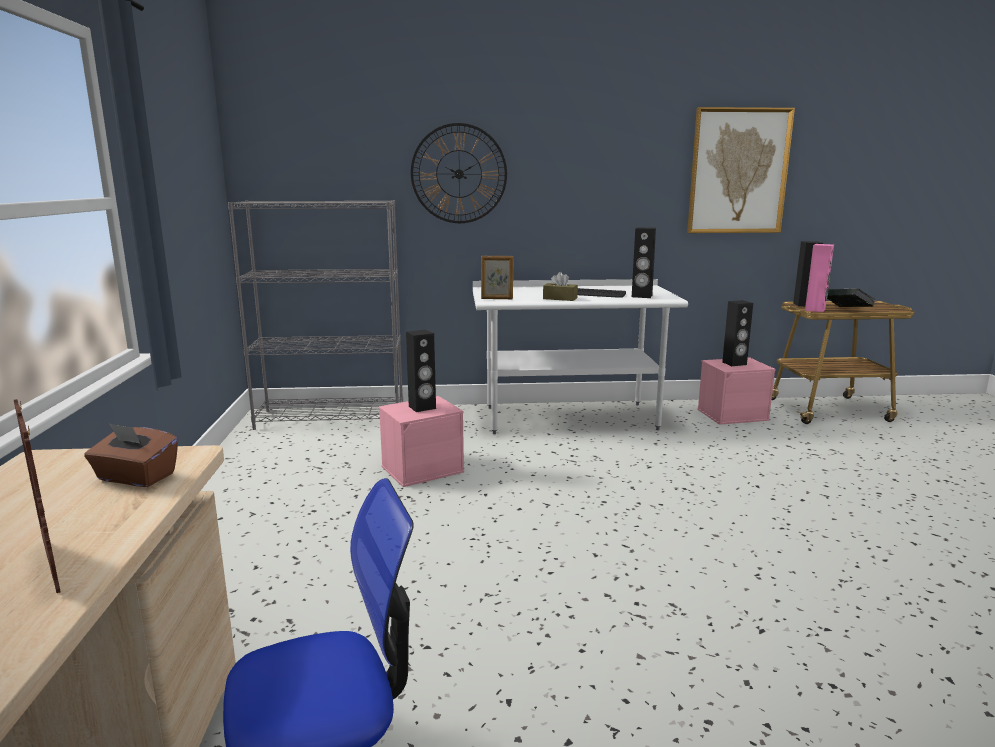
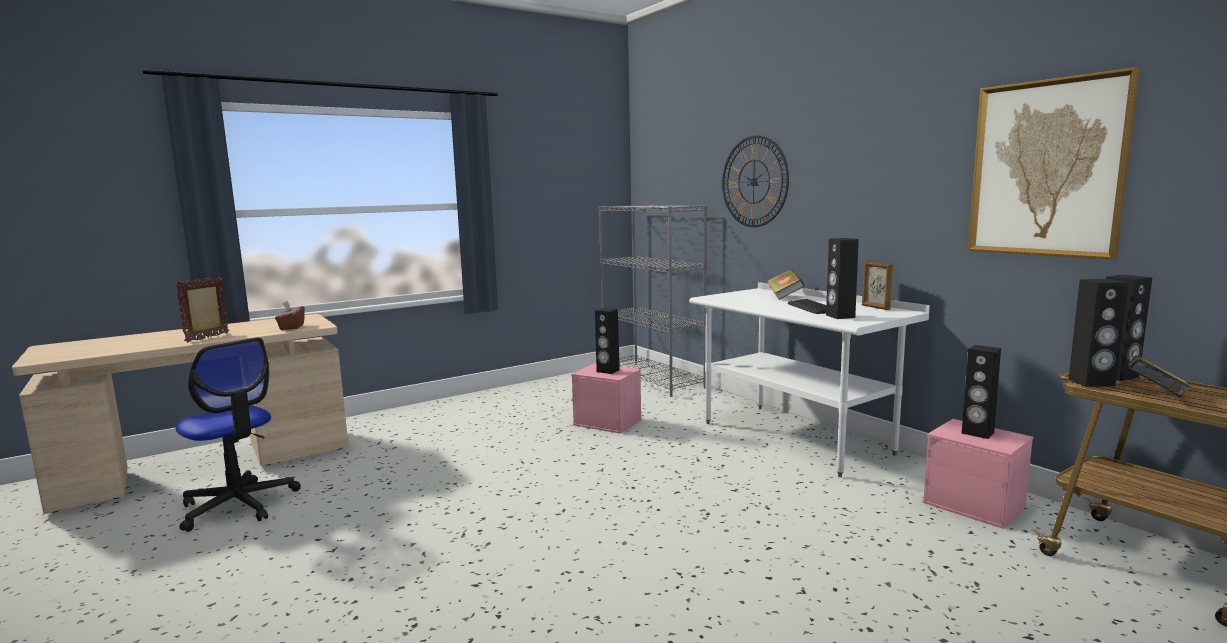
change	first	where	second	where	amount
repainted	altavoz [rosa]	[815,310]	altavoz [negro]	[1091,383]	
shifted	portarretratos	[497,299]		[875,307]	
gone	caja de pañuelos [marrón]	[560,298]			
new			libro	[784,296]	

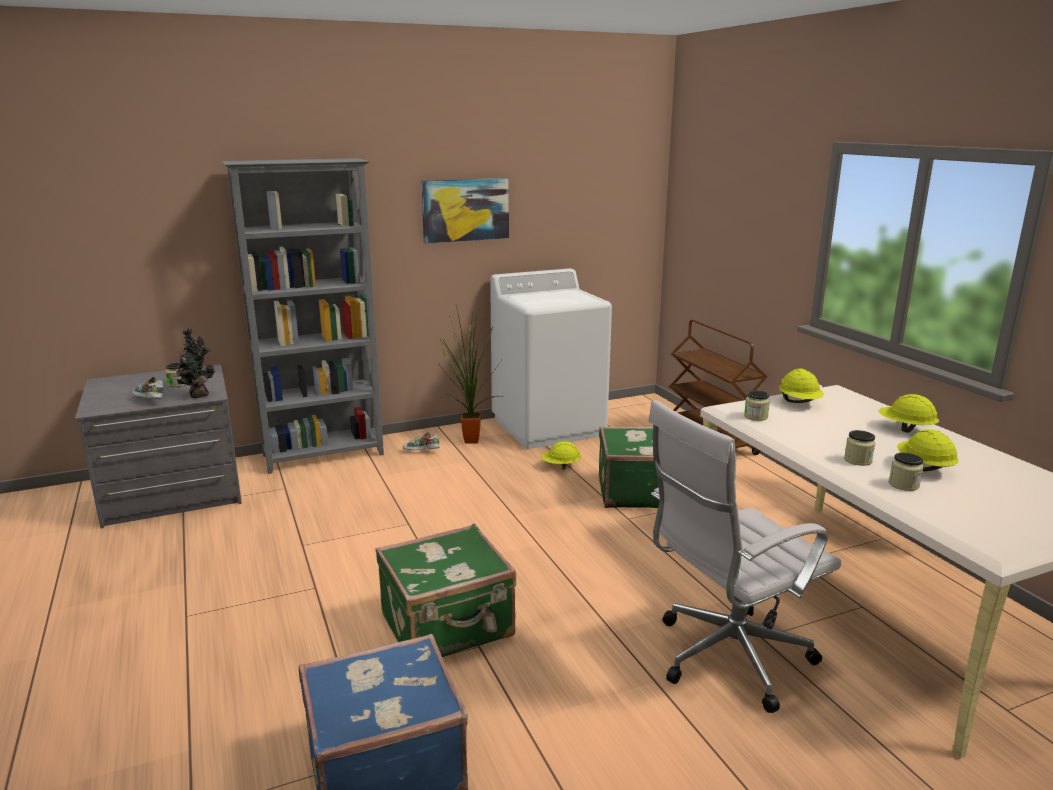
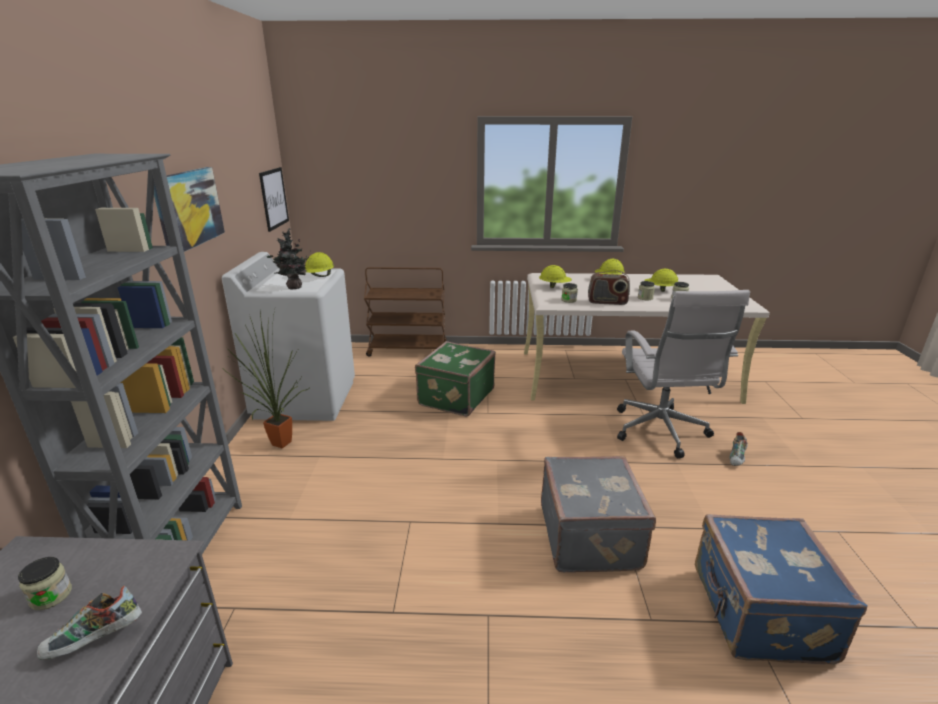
change	first	where	second	where	amount
shifted	planta en maceta	[198,395]		[293,287]	
shifted	zapato	[421,452]		[737,458]	
shifted	casco [amarillo]	[561,466]		[319,277]	
repainted	maleta [verde]	[448,627]	maleta [gris]	[591,536]	
new			cuadro	[274,198]	
new			radio	[607,302]	

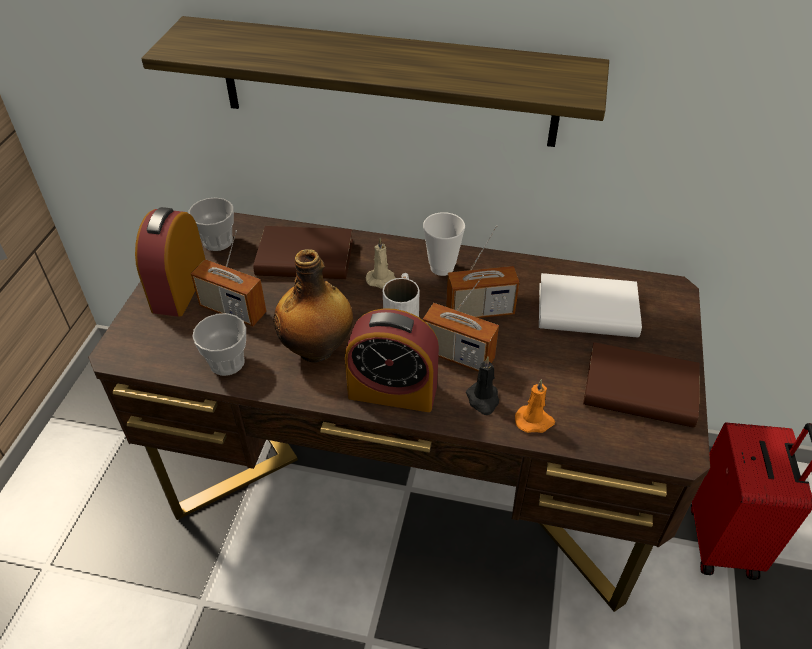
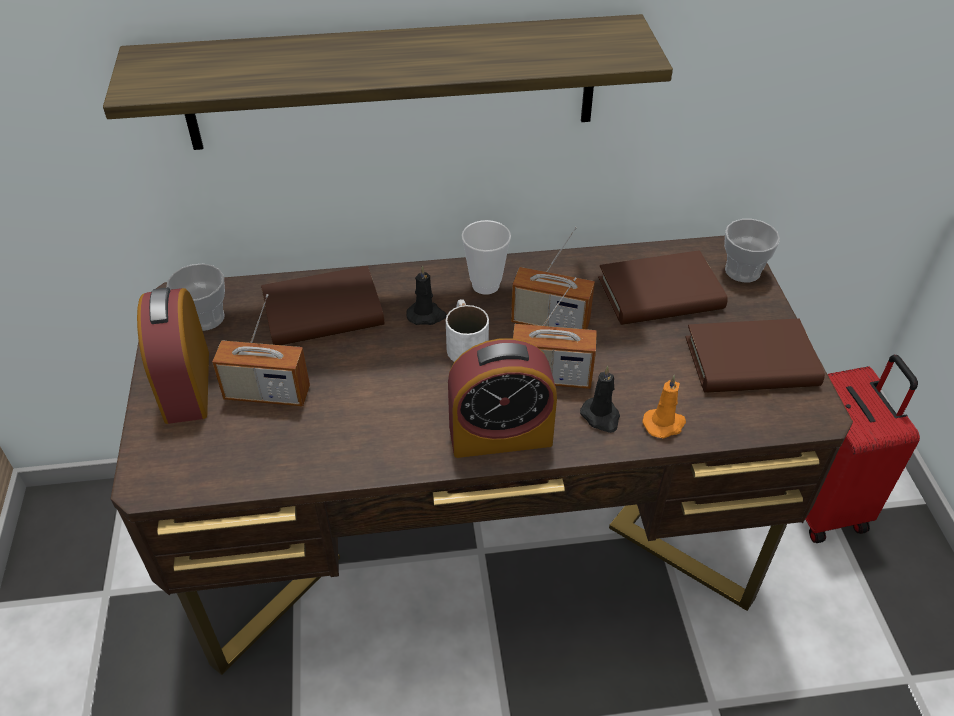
change	first	where	second	where	amount
rotated	radio	[480,311]		[550,322]	45 degrees clockwise
repainted	vela [beis]	[382,280]	vela [negro]	[426,315]	
gone	botella	[317,349]			
repainted	libro [blanco]	[587,311]	libro [marrón]	[660,294]	
shifted	taza	[227,362]		[742,271]	

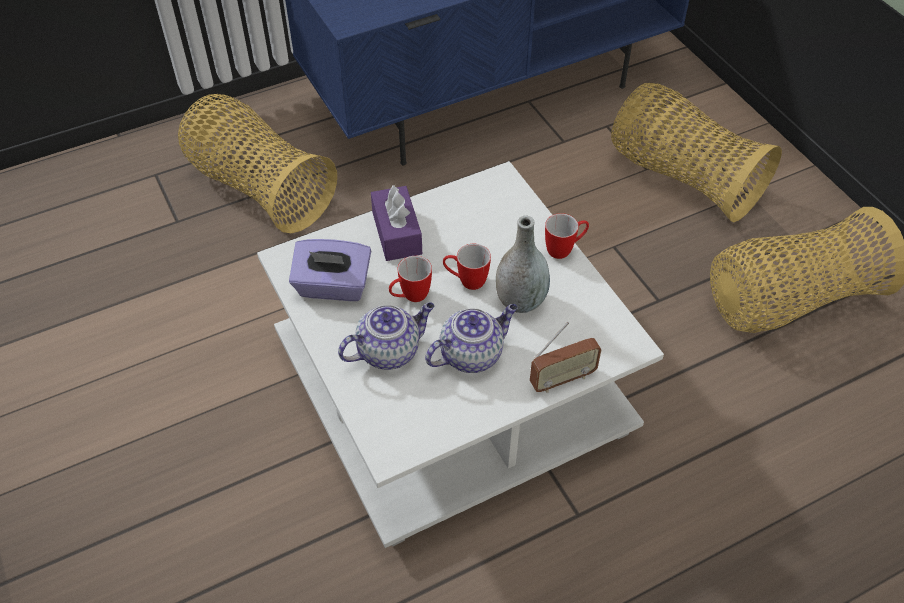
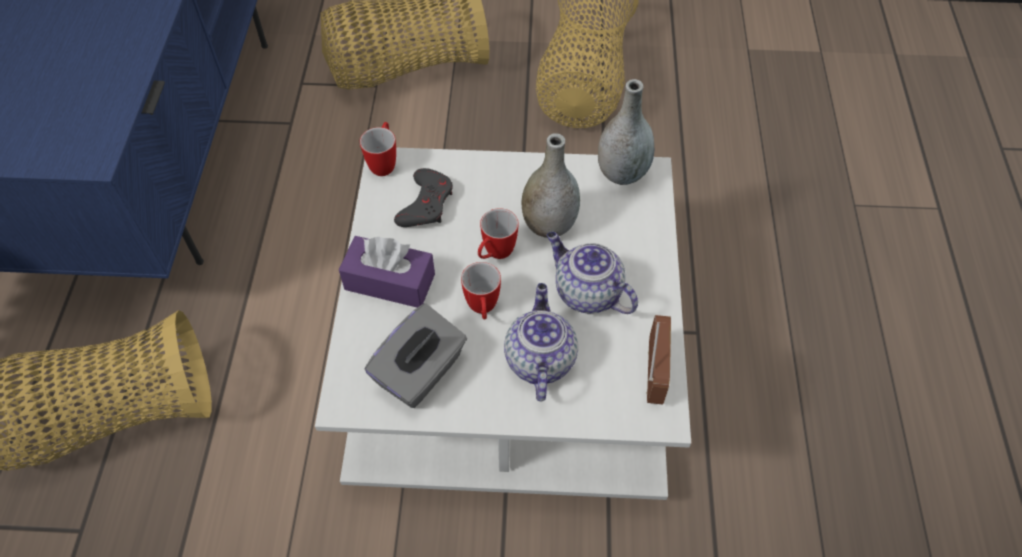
change	first	where	second	where	amount
shifted	taza grande	[564,249]		[384,162]	
repainted	caja de pañuelos [morado]	[333,287]	caja de pañuelos [gris]	[421,372]	
rotated	tetera	[472,354]		[586,292]	45 degrees counterclockwise
shifted	radio	[562,379]		[653,373]	
new			florero [gris]	[622,173]	
new			mando de consola [gris]	[426,204]	

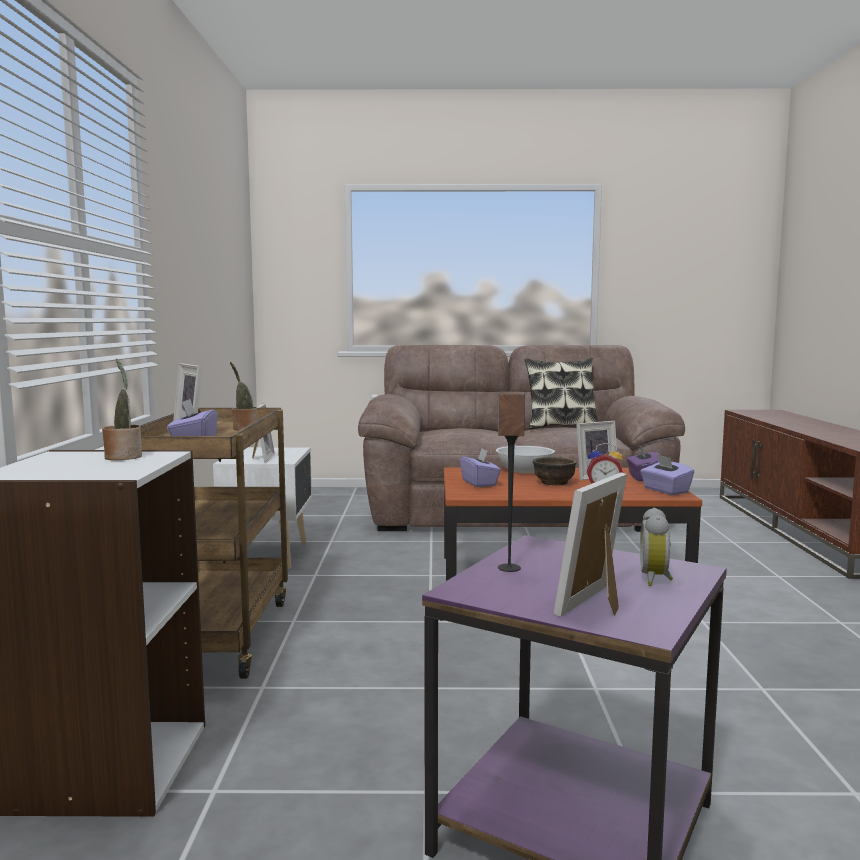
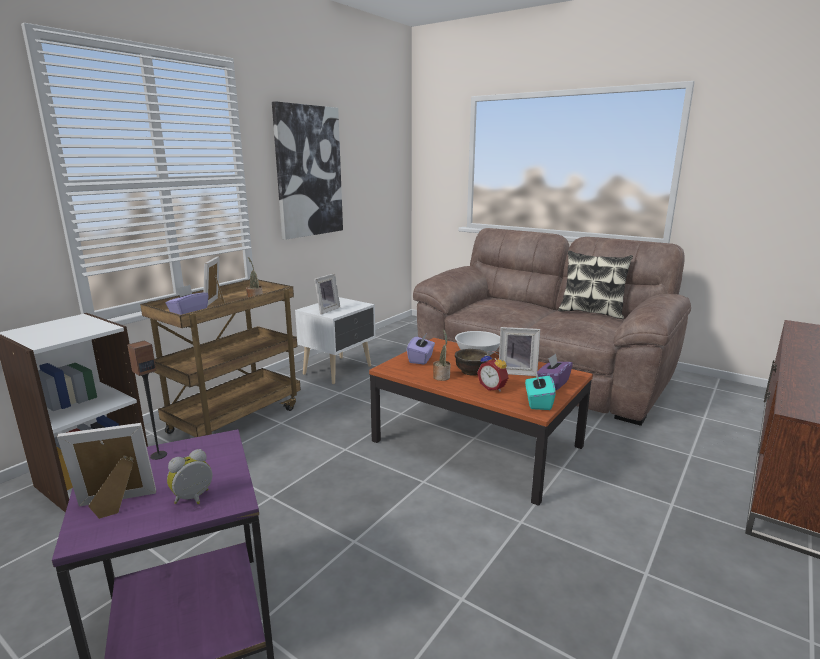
change	first	where	second	where	amount
shifted	planta en maceta	[123,456]		[441,376]	
repainted	caja de pañuelos [morado]	[665,490]	caja de pañuelos [turquesa]	[538,402]	
new			cuadro	[308,172]	

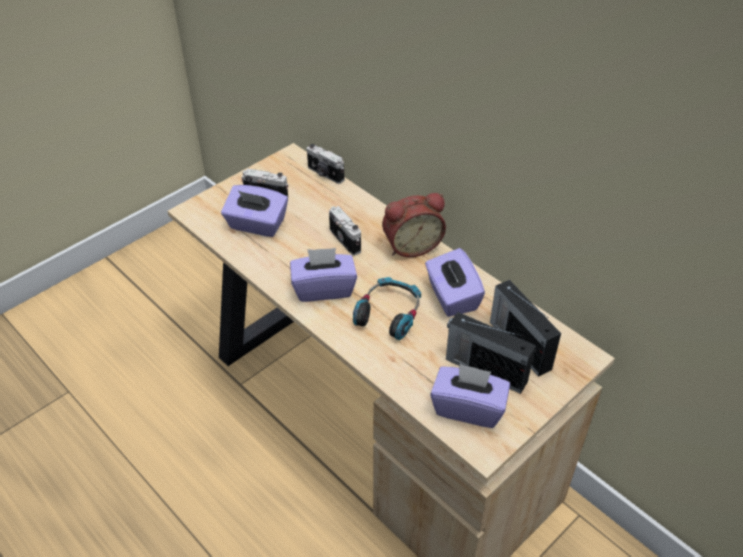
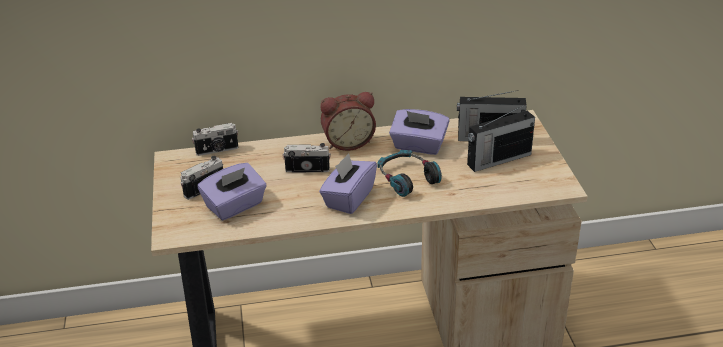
change	first	where	second	where	amount
rotated	despertador	[411,245]		[348,142]	60 degrees clockwise
gone	caja de pañuelos [morado]	[468,408]			

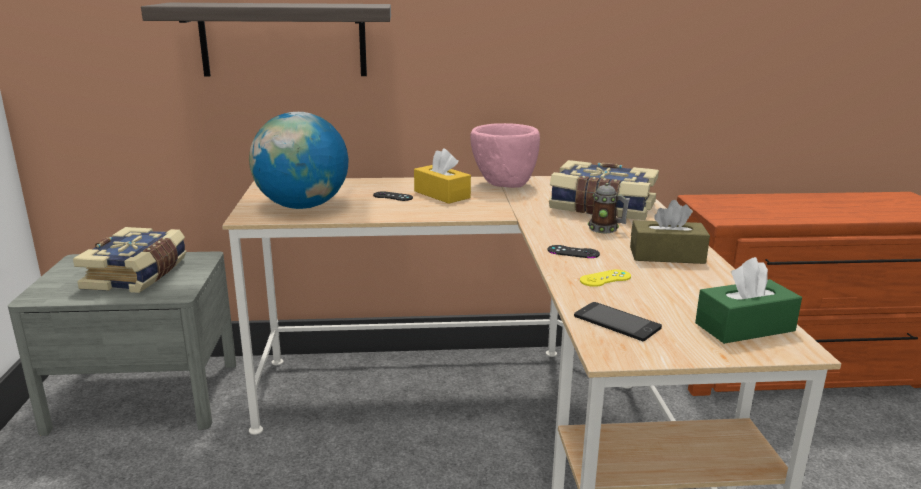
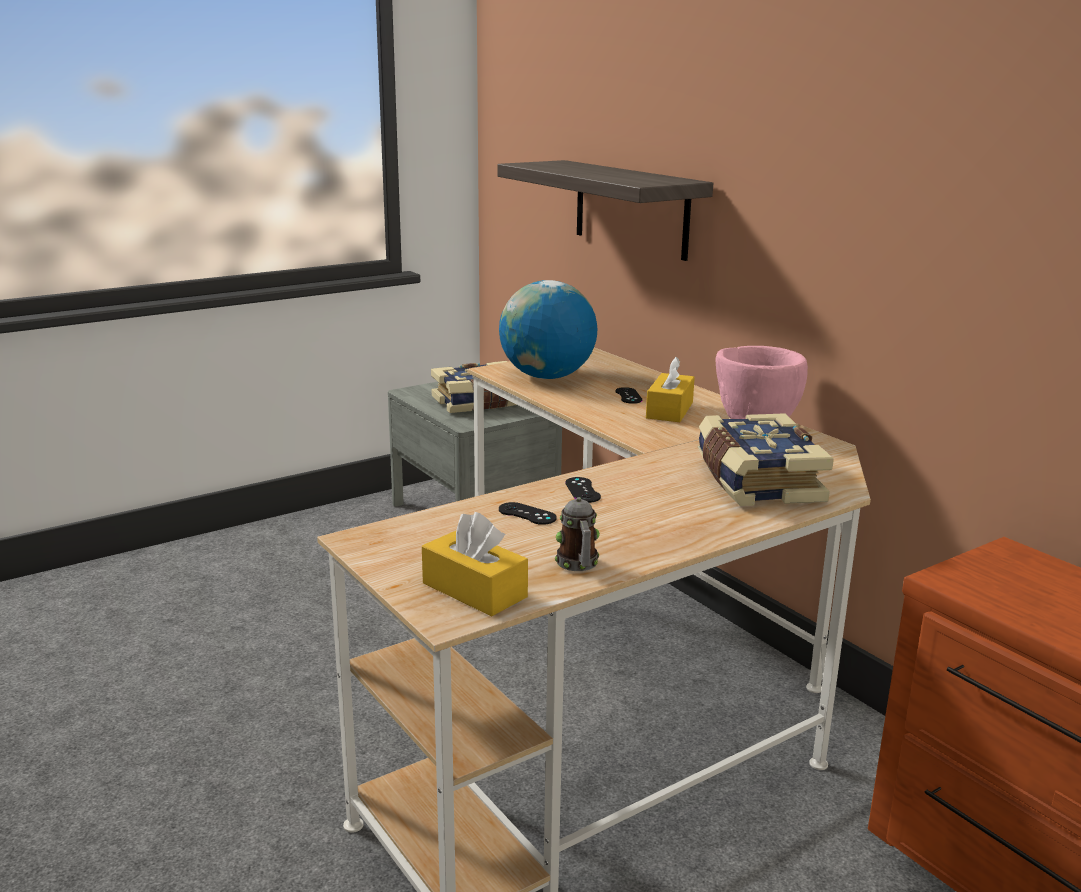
change	first	where	second	where	amount
shifted	taza grande	[606,229]		[578,565]	
gone	caja de pañuelos [marrón]	[666,255]			
repainted	caja de pañuelos [verde]	[744,327]	caja de pañuelos [amarillo]	[474,590]	
repainted	mando de consola [amarillo]	[605,278]	mando de consola [negro]	[527,514]	
gone	móvil	[616,322]			

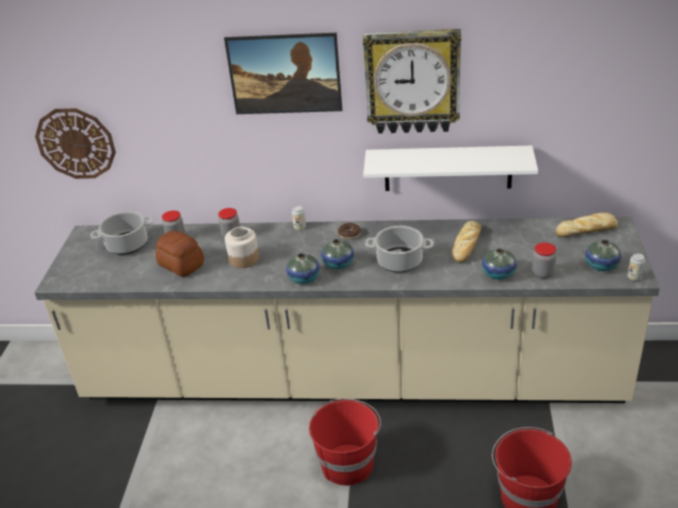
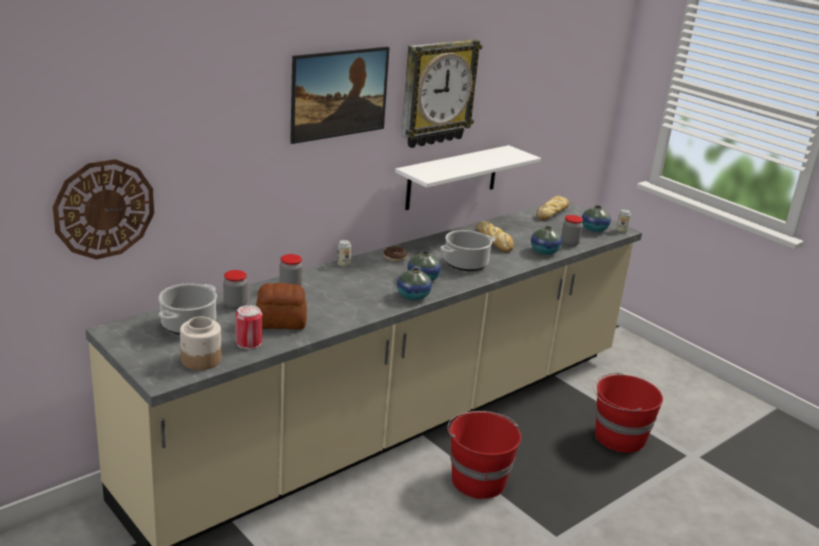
change	first	where	second	where	amount
shifted	tarro	[243,259]		[201,360]	
new			lata	[248,342]	

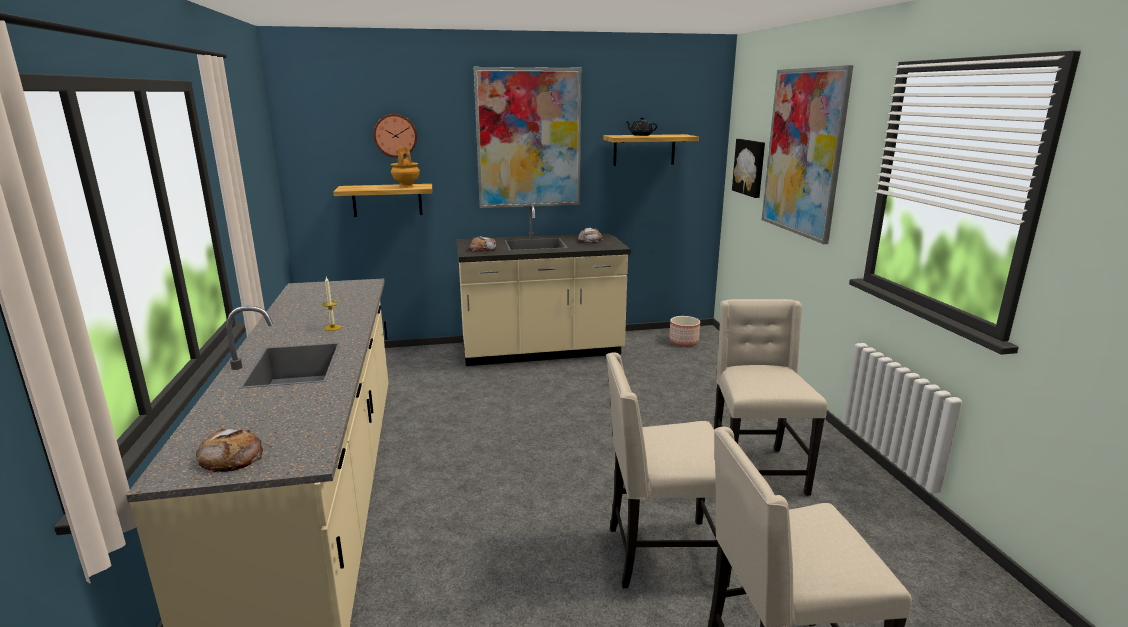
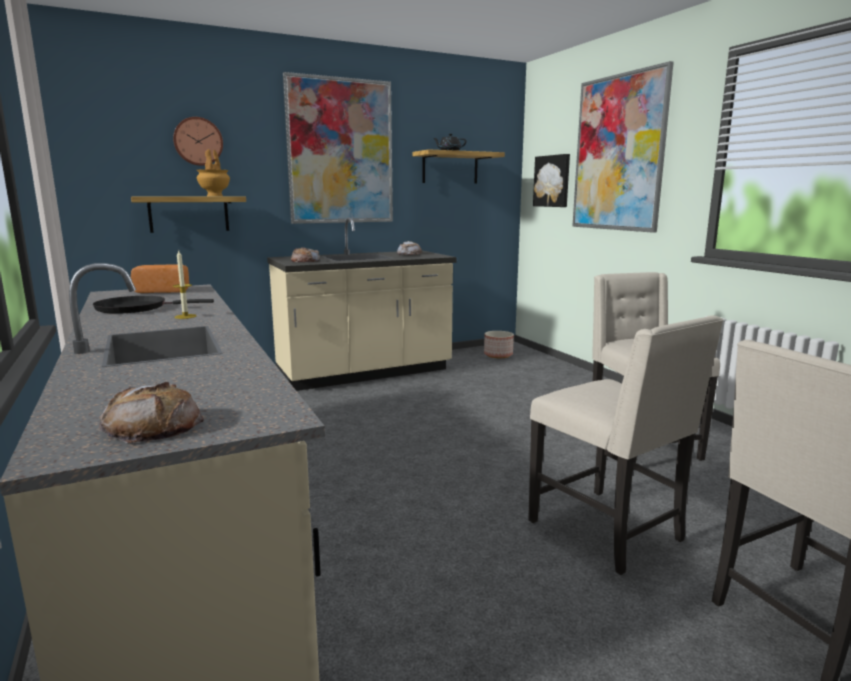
change	first	where	second	where	amount
rotated	silla [beis]	[661,555]		[609,531]	105 degrees counterclockwise
new			pan	[163,291]	
new			sartén [negro]	[136,308]	

